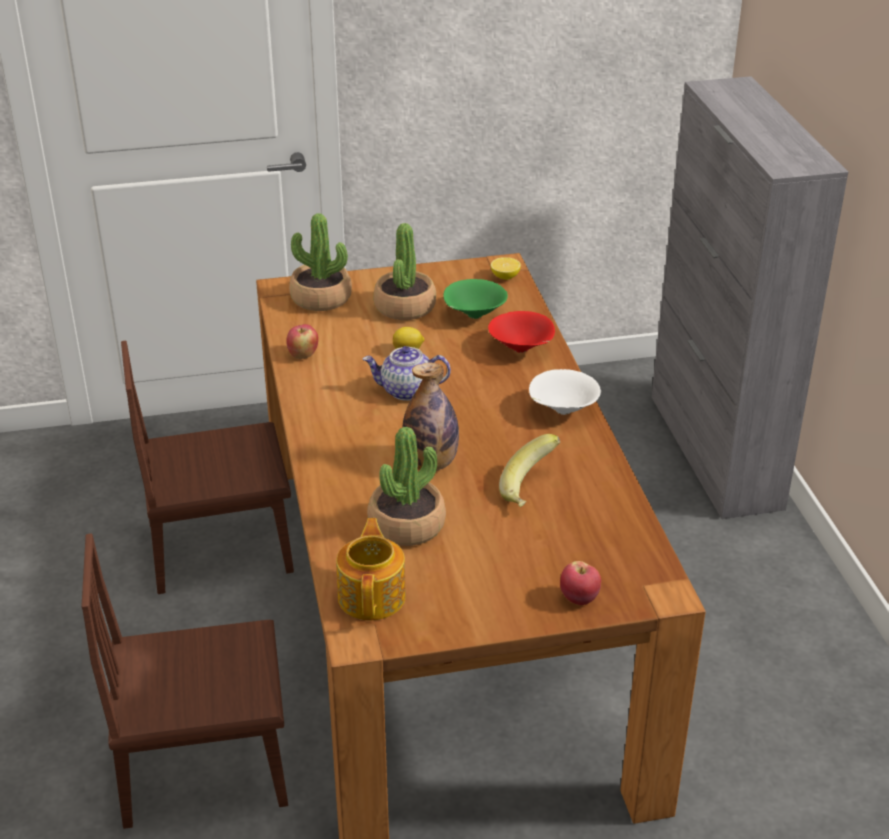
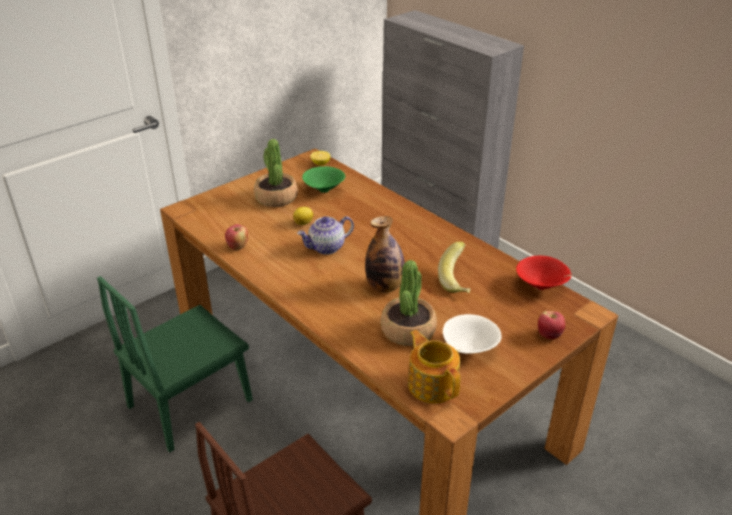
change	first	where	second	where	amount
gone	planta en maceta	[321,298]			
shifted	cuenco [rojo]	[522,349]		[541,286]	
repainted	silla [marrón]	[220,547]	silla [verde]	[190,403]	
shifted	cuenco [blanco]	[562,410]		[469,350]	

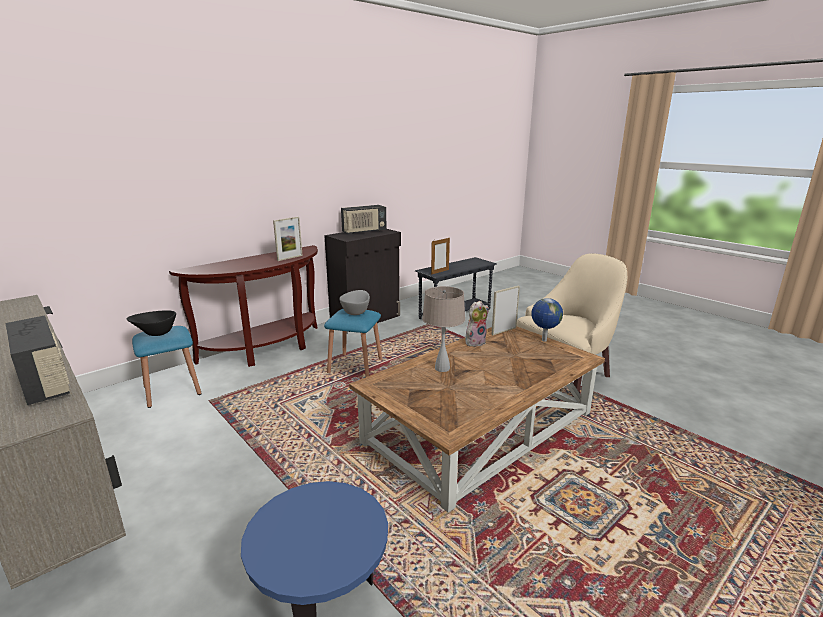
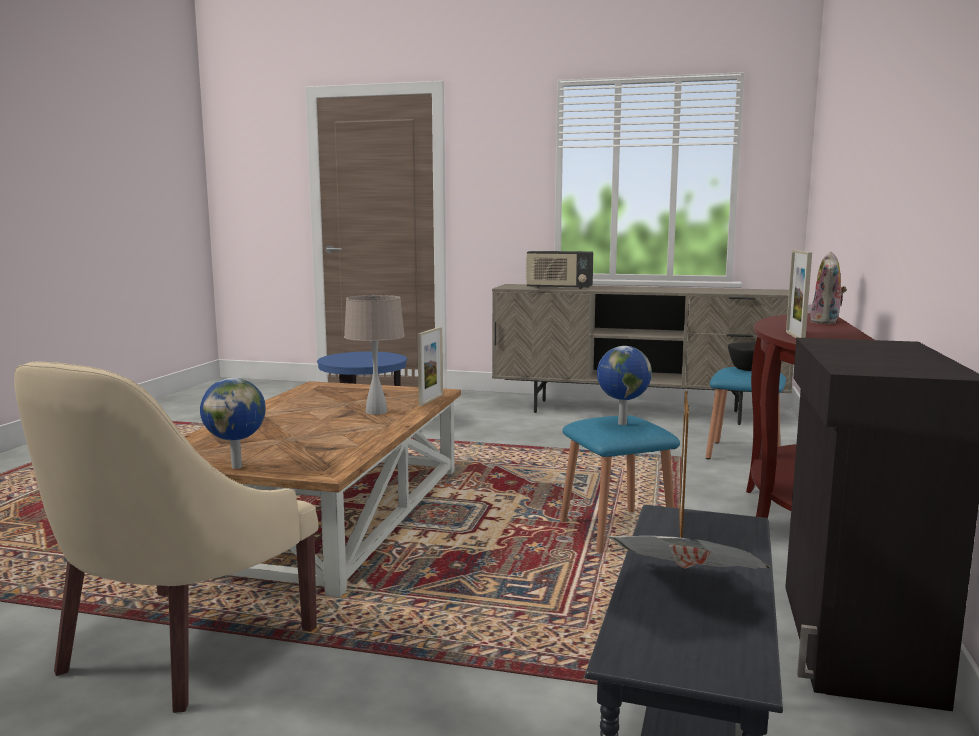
change	first	where	second	where	amount
gone	radio	[364,231]			
shifted	portarretratos	[504,331]		[431,400]	
swapped	cuenco [gris]	[356,311]	globo terráqueo	[621,423]	
shifted	peluche	[475,342]		[826,322]	
new			periódico	[685,593]	

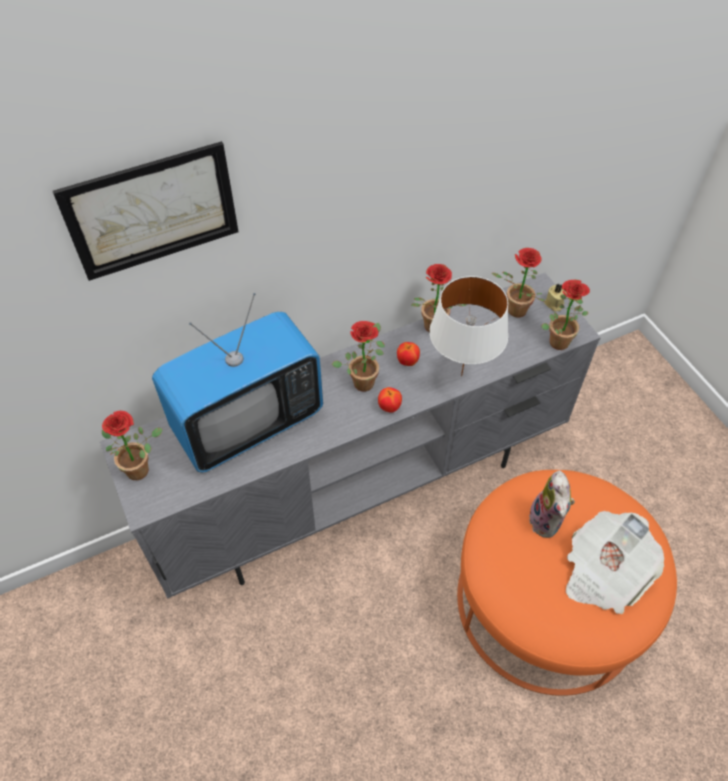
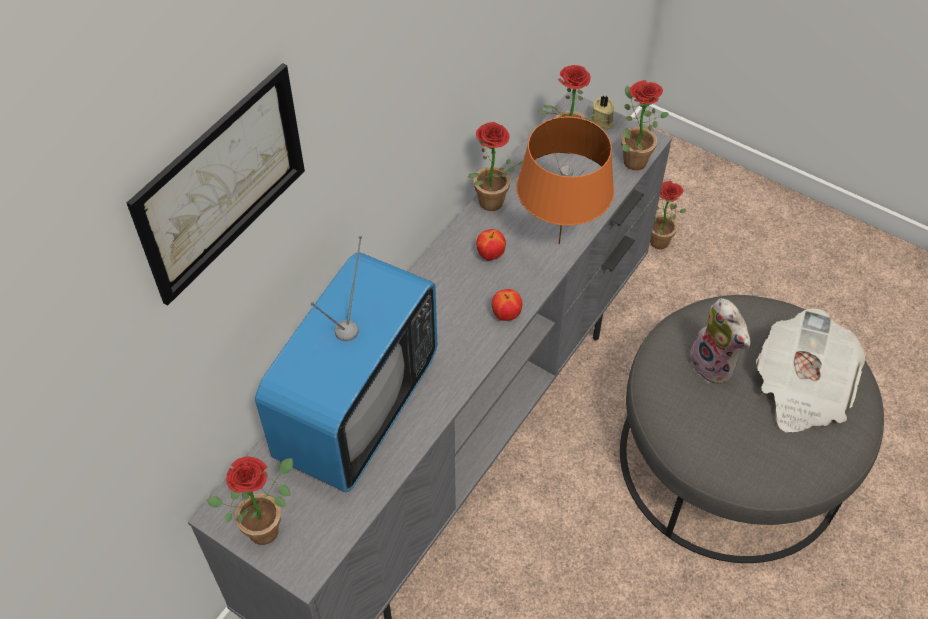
change	first	where	second	where	amount
repainted	lámpara de mesa [blanco]	[460,375]	lámpara de mesa [naranja]	[558,243]	
shifted	planta en maceta	[364,379]		[657,238]	
repainted	puf [naranja]	[547,601]	puf [gris]	[730,459]	

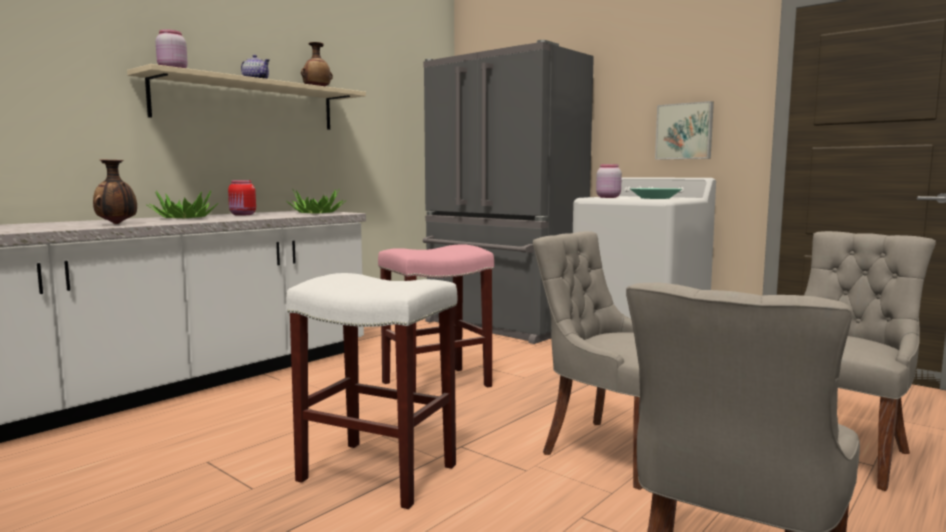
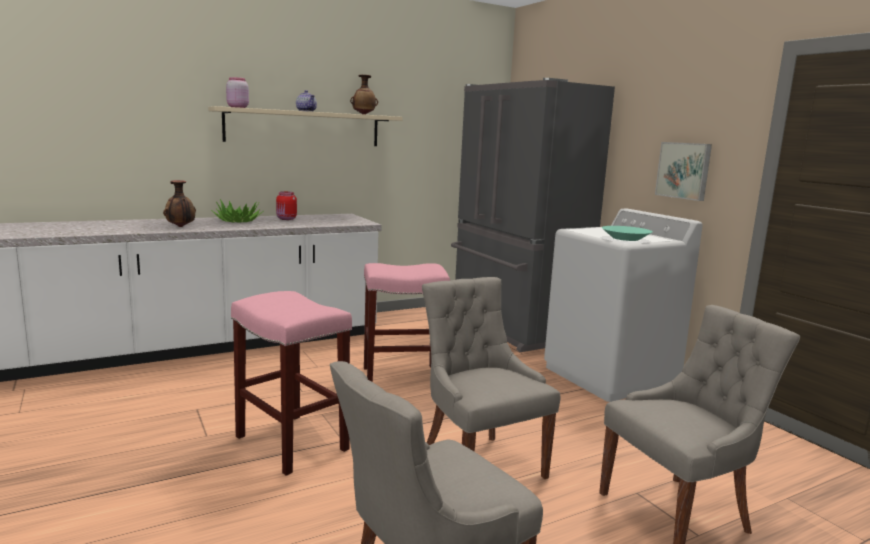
change	first	where	second	where	amount
gone	tarro [rosa]	[607,197]			
gone	planta en maceta	[316,213]			
repainted	taburete [blanco]	[375,473]	taburete [rosa]	[290,443]	

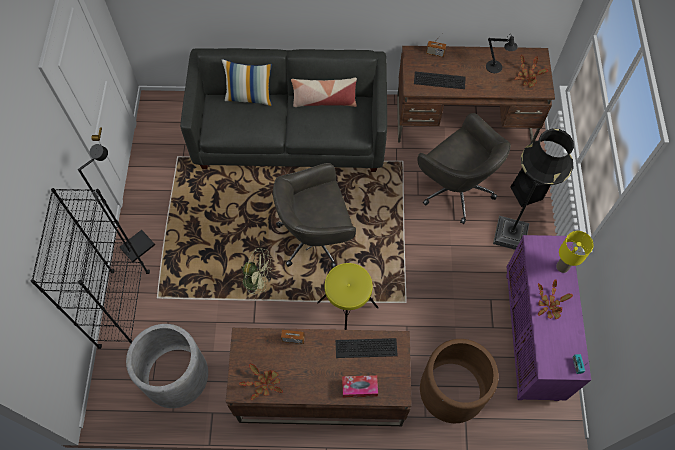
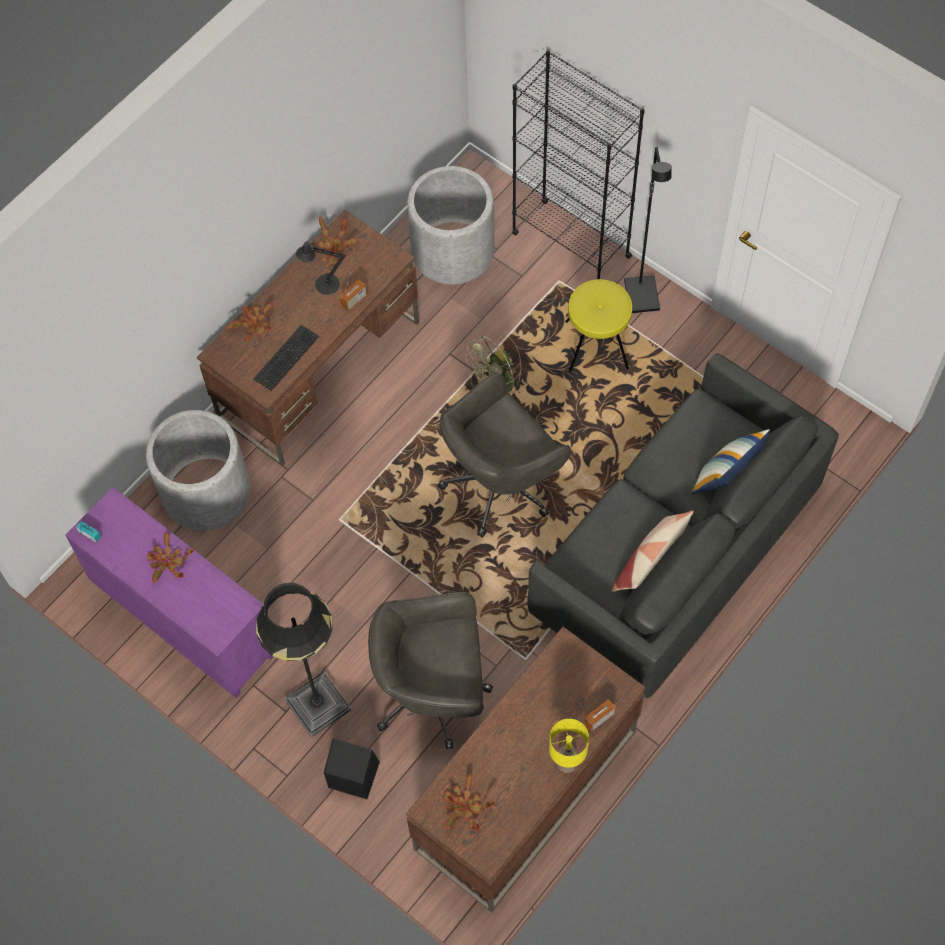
change	first	where	second	where	amount
shifted	lámpara de mesa [negro]	[496,68]		[323,284]	
gone	teclado	[440,79]			
rotated	silla de oficina [gris]	[316,237]		[501,483]	150 degrees counterclockwise
shifted	lámpara de mesa [amarillo]	[563,266]		[566,764]	
shifted	taburete [amarillo]	[347,304]		[597,345]	
repainted	maceta [marrón]	[452,390]	maceta [gris]	[206,491]	
swapped	caja de pañuelos	[359,387]	planta en maceta	[254,325]	

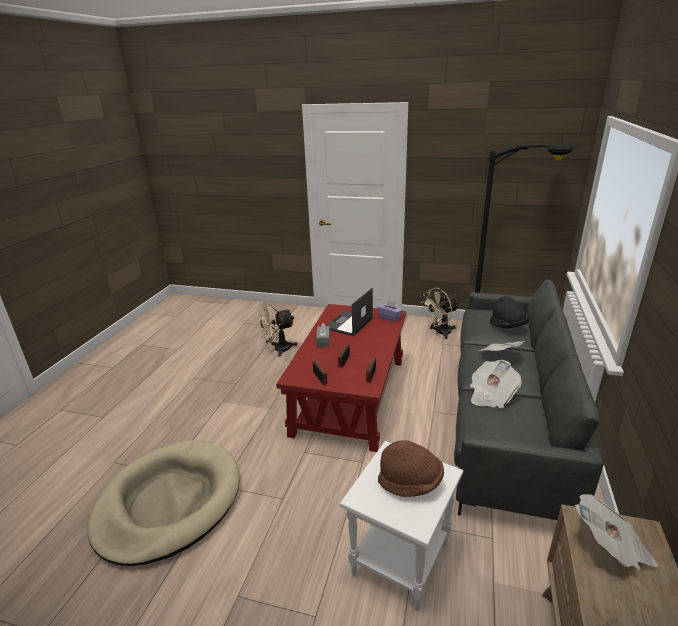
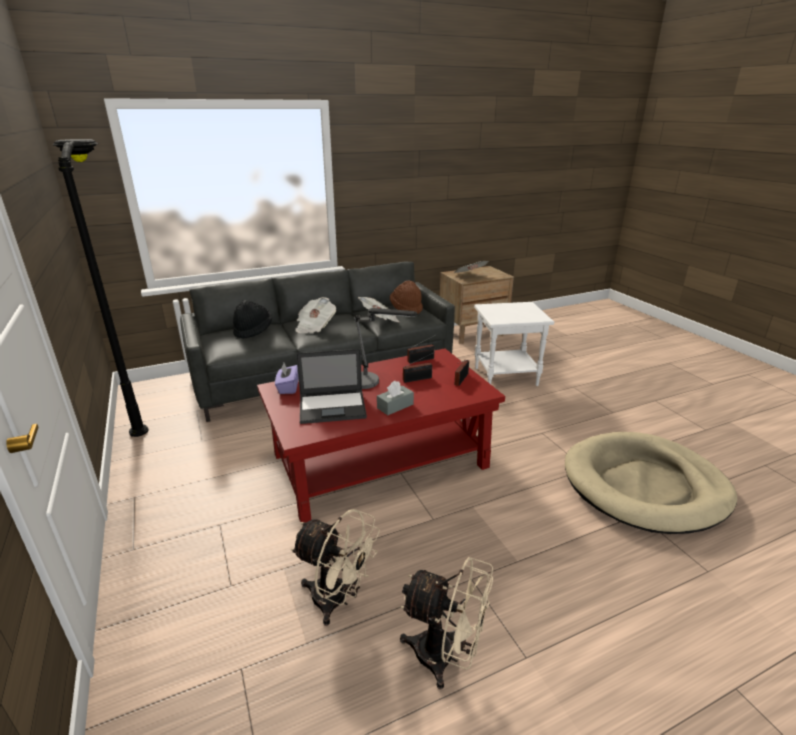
change	first	where	second	where	amount
shifted	ventilador [beis]	[439,332]		[445,657]	
shifted	sombrero [marrón]	[410,482]		[406,308]	
new			lámpara de mesa	[372,383]	

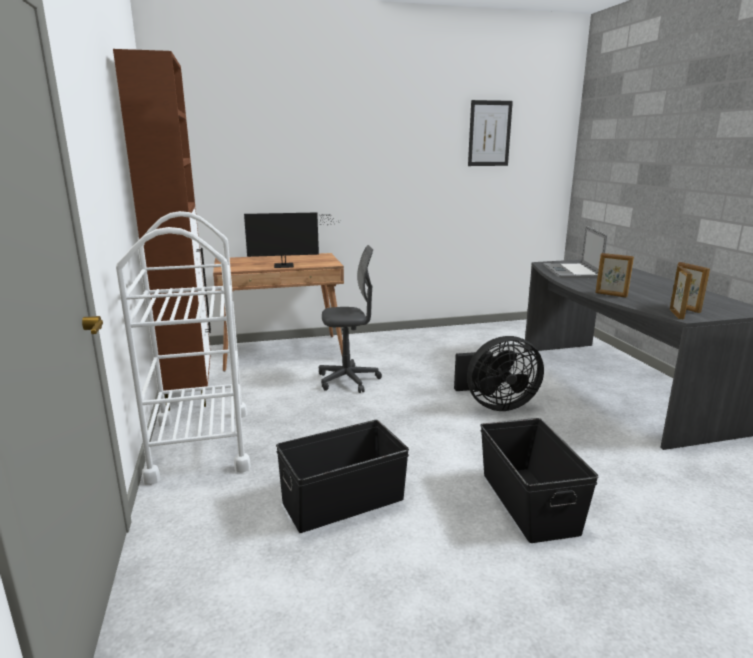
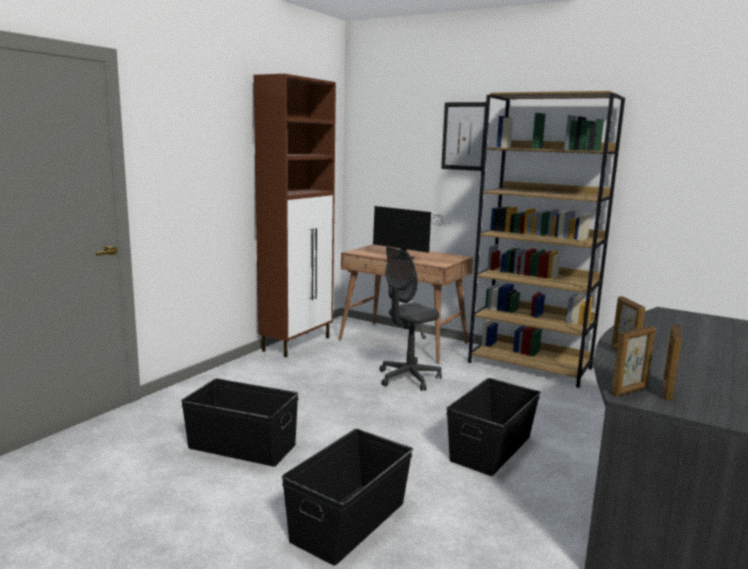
change	first	where	second	where	amount
shifted	cuadro	[489,133]		[464,136]	
gone	carrito [blanco]	[200,444]			
gone	portátil	[571,271]			
rotated	silla de oficina [gris]	[348,380]		[408,378]	105 degrees clockwise
swapped	ventilador [negro]	[495,405]	caja de almacenaje [negro]	[492,448]	
new			estantería [marrón]	[530,365]	

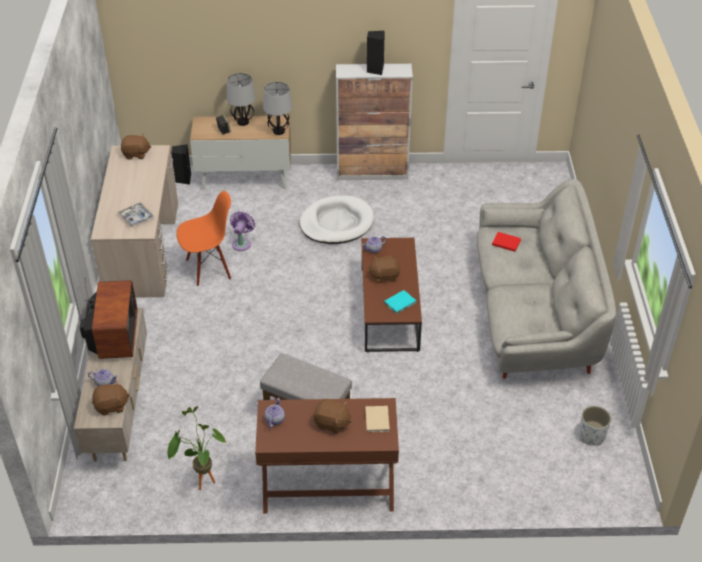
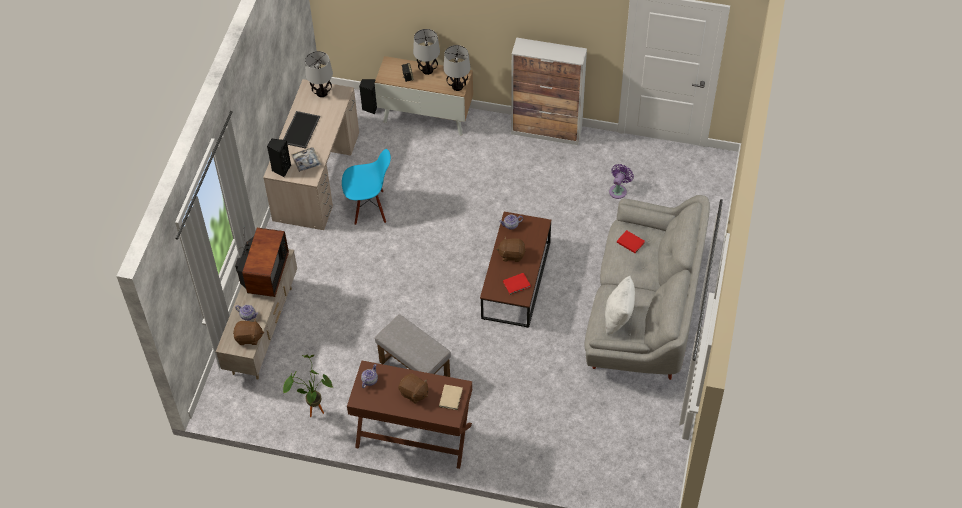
change	first	where	second	where	amount
shifted	altavoz [negro]	[375,70]		[281,169]	
swapped	peluche [marrón]	[136,154]	lámpara de mesa	[321,92]	
repainted	silla [naranja]	[209,268]	silla [azul]	[369,208]	
gone	cama para perro [blanco]	[336,223]			
shifted	ventilador [morado]	[242,243]		[618,190]	
repainted	libro [turquesa]	[401,302]	libro [rojo]	[517,284]	
gone	maceta [blanco]	[591,436]			
new			bandeja	[300,129]	
new			cojín [blanco]	[618,317]	

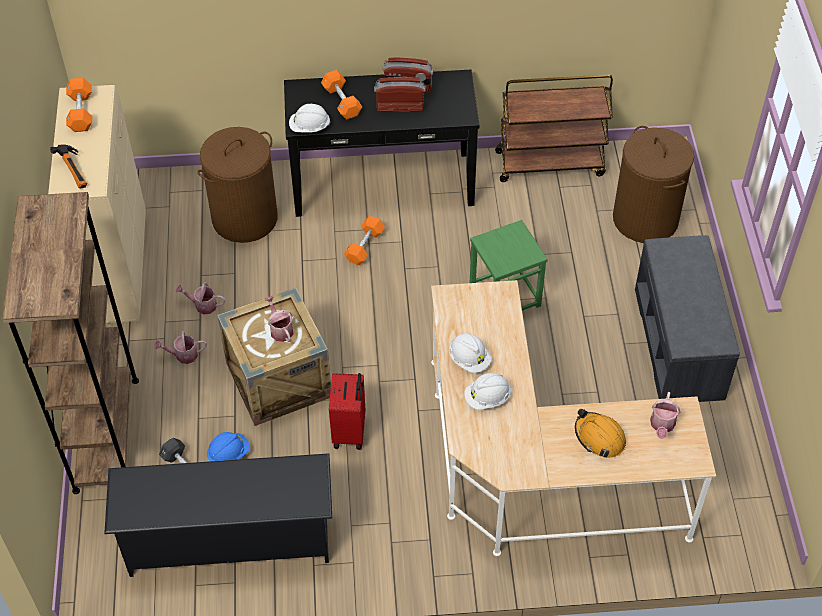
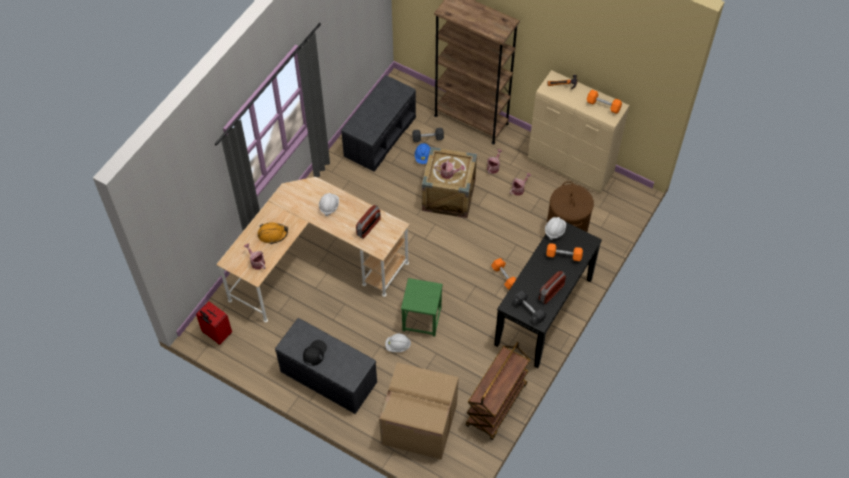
change	first	where	second	where	amount
shifted	radio	[400,106]		[369,227]	
swapped	cesto de la ropa [marrón]	[646,219]	caja de cartón	[418,424]	
shifted	casco [blanco]	[469,359]		[397,346]	
shifted	maleta [rojo]	[350,431]		[216,334]	
swapped	zapatero [negro]	[229,540]	banco [gris]	[379,136]	
new			mancuerna [negro]	[529,310]	
new			gorra [negro]	[315,353]	

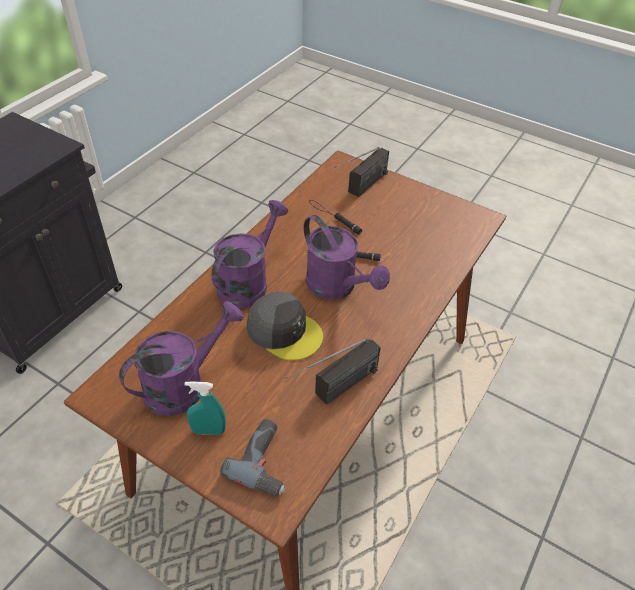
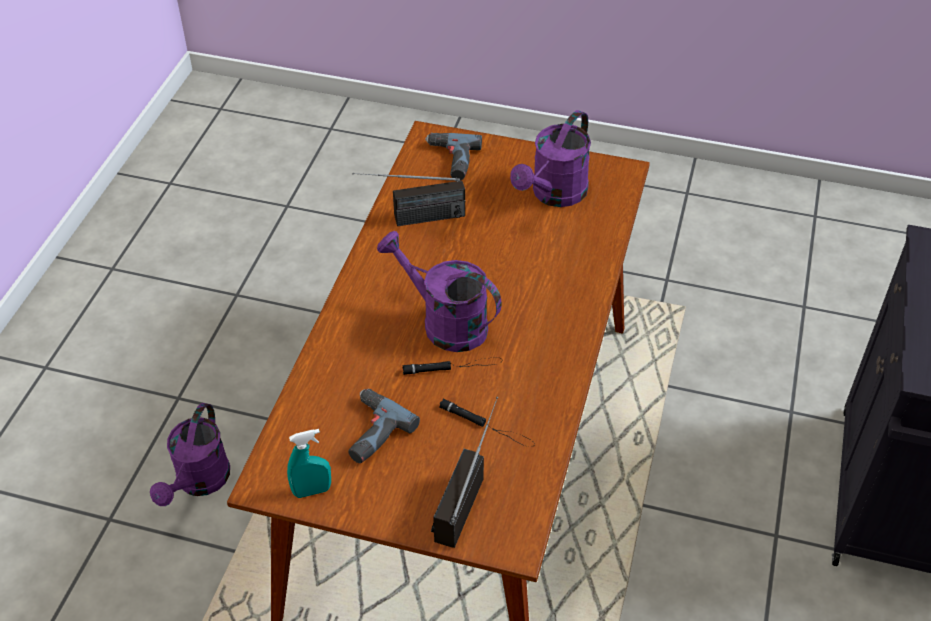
change	first	where	second	where	amount
shifted	regadera [morado]	[248,282]		[199,483]	
gone	gorra [gris]	[284,331]			
rotated	radio	[334,392]		[411,219]	135 degrees counterclockwise
shifted	pulverizador [turquesa]	[208,430]		[312,491]	
new			taladro	[370,431]	

